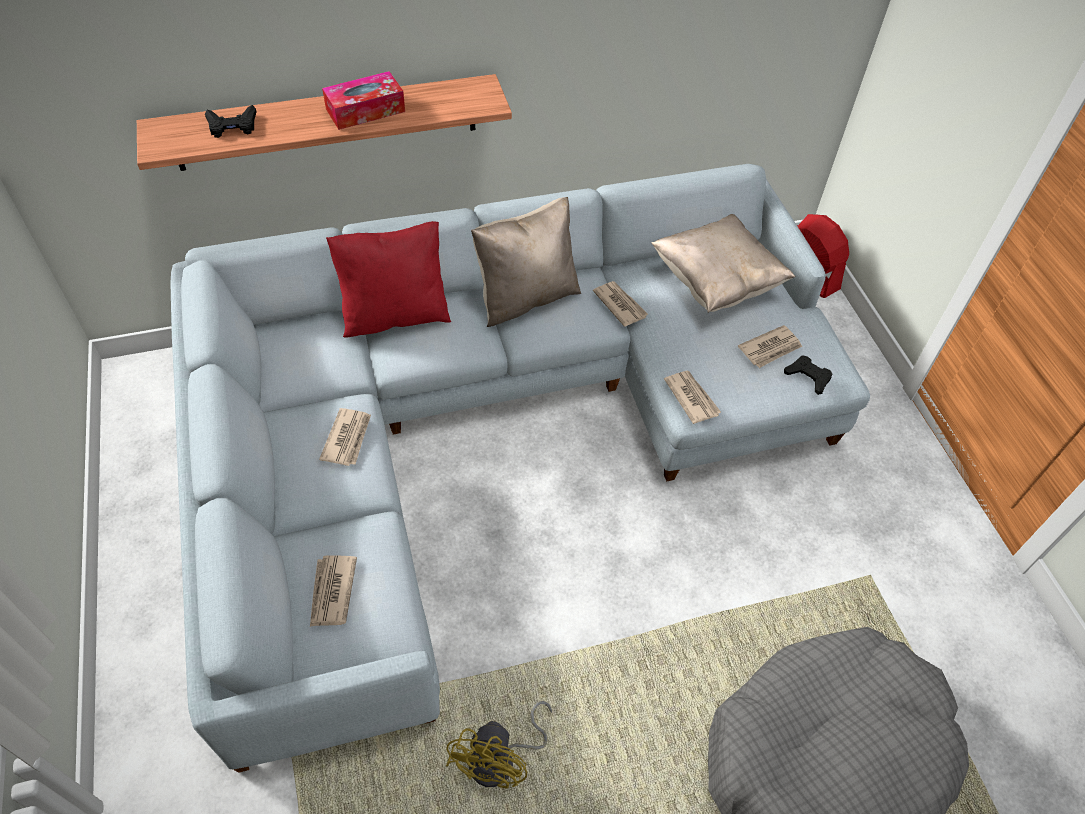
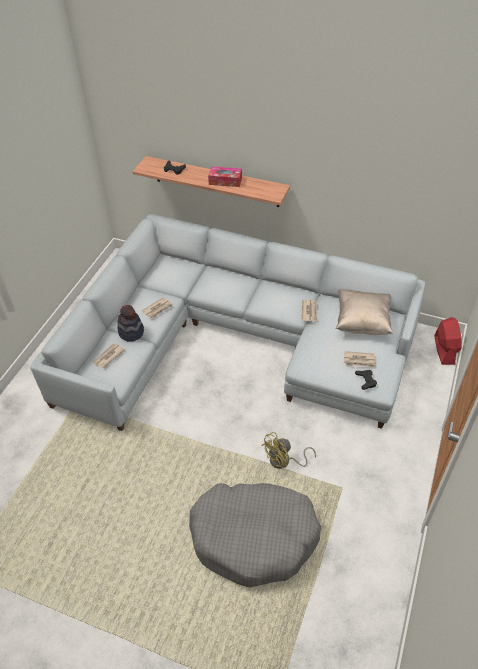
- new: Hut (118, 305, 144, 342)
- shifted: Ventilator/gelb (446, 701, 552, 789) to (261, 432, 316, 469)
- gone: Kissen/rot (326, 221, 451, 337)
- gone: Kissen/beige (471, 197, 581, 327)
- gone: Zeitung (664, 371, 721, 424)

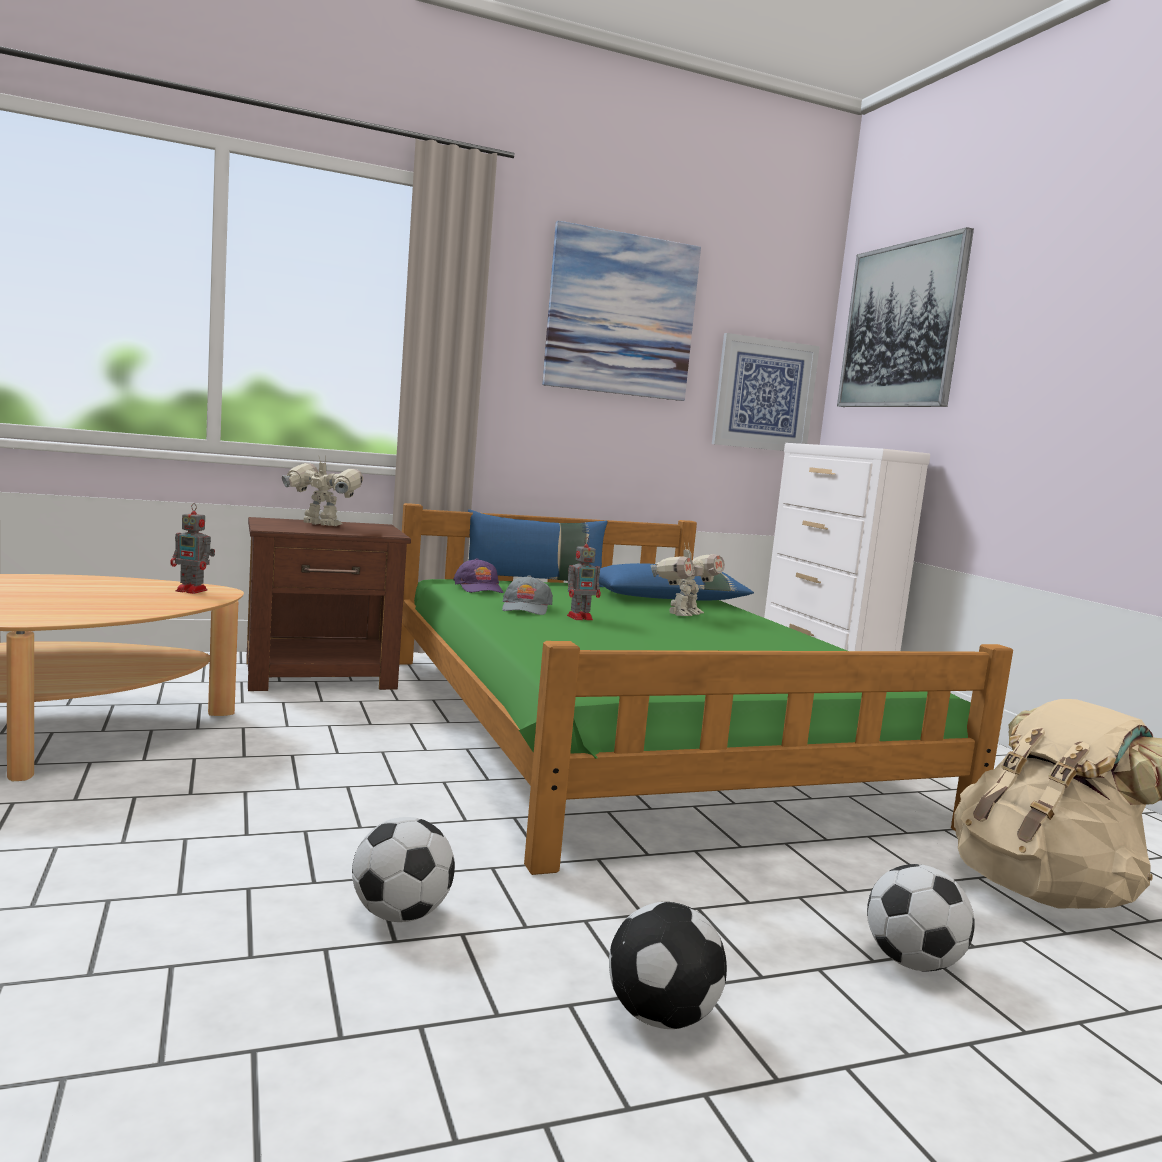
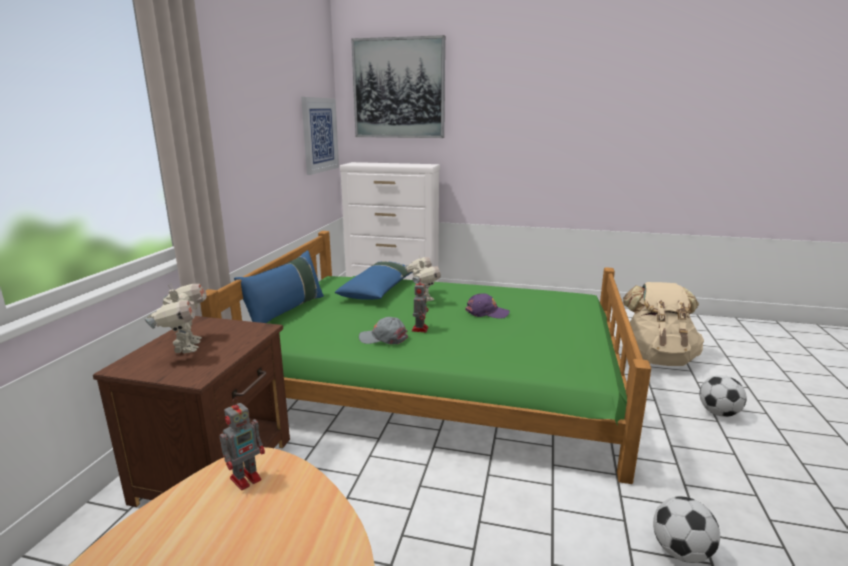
- rotated: Spielzeugroboter (282, 456, 363, 526) = (144, 283, 207, 354) 120 degrees clockwise
- rotated: Kappe/grau (502, 575, 553, 615) = (359, 317, 408, 344) 150 degrees clockwise
- shifted: Kappe/lila (454, 558, 503, 593) to (465, 294, 510, 319)
- gone: Bild (542, 221, 701, 401)
- gone: Fußball (609, 902, 727, 1029)

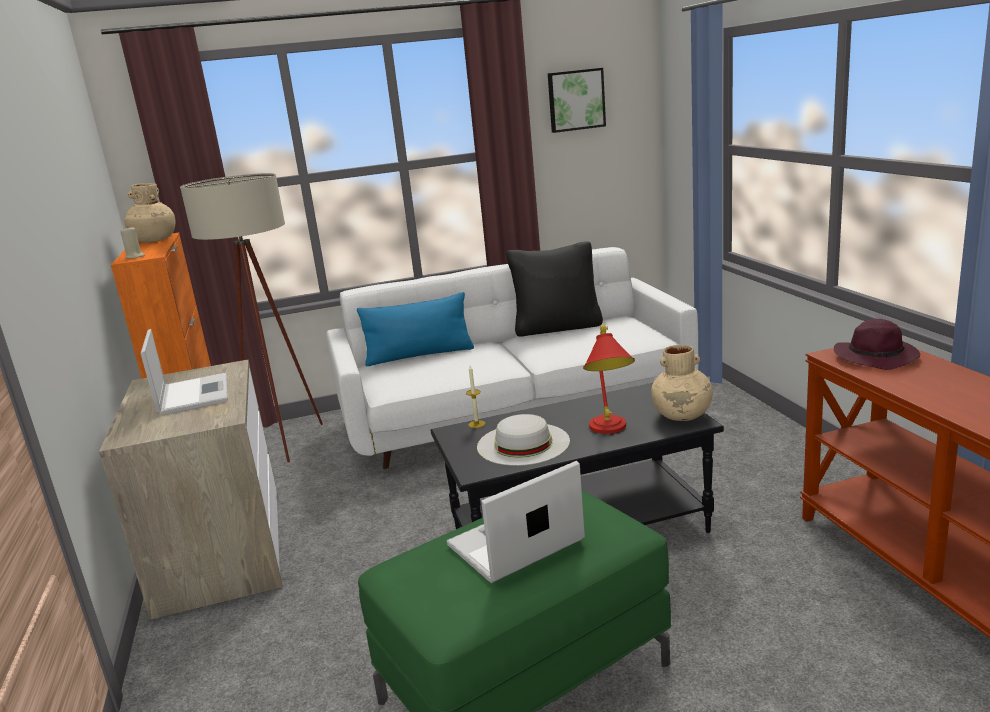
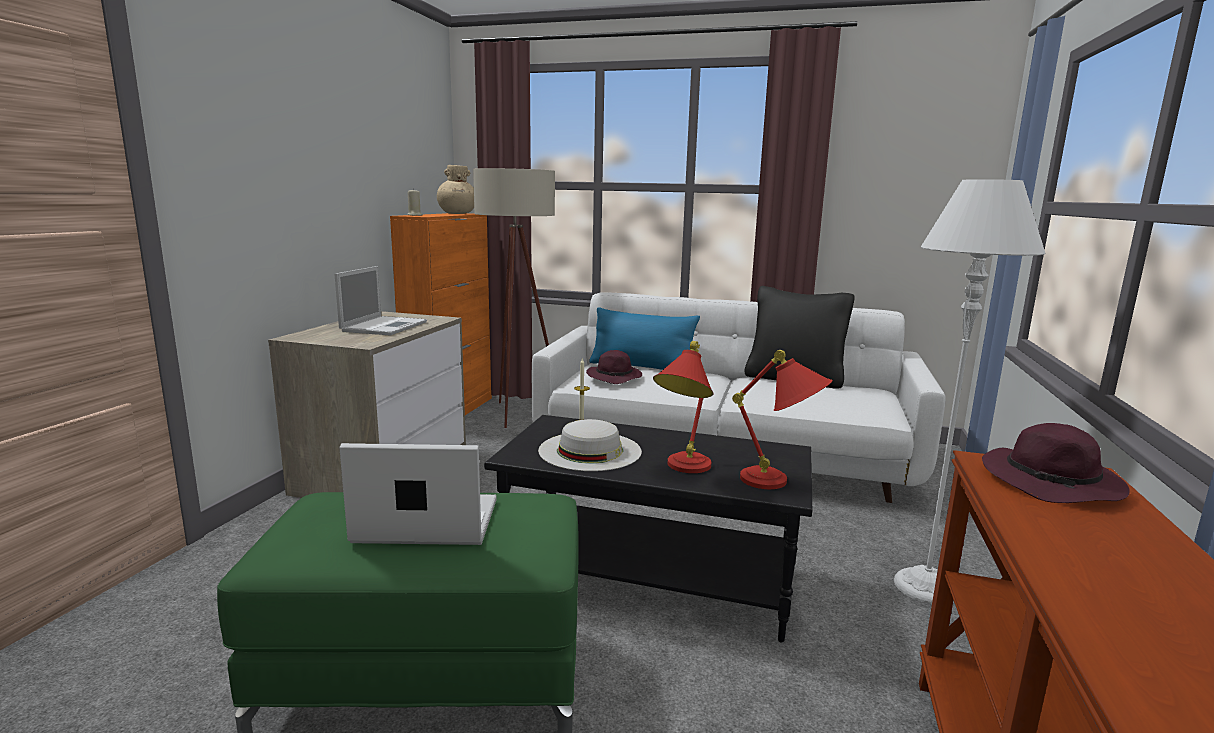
- new: Hut/lila (586, 350, 642, 384)
- swapped: Vase/beige (651, 345, 713, 421) to Tischlampe/rot (732, 350, 832, 489)
- new: Stehlampe/weiß (894, 179, 1045, 604)
- gone: Bild (548, 68, 606, 133)

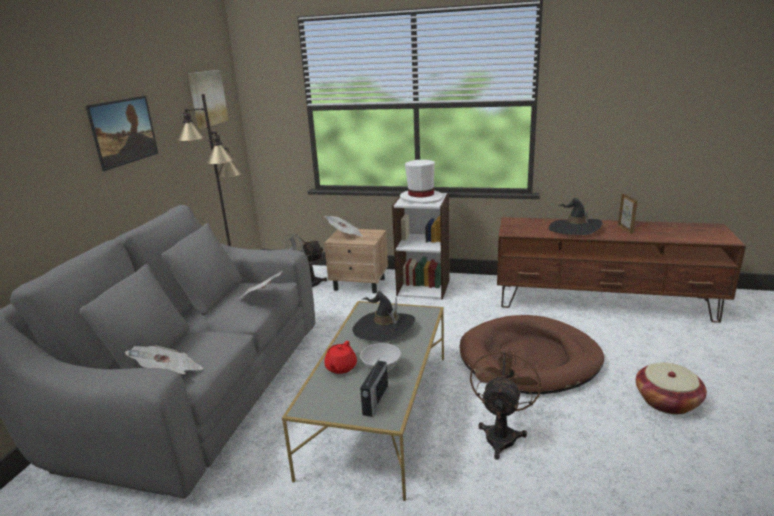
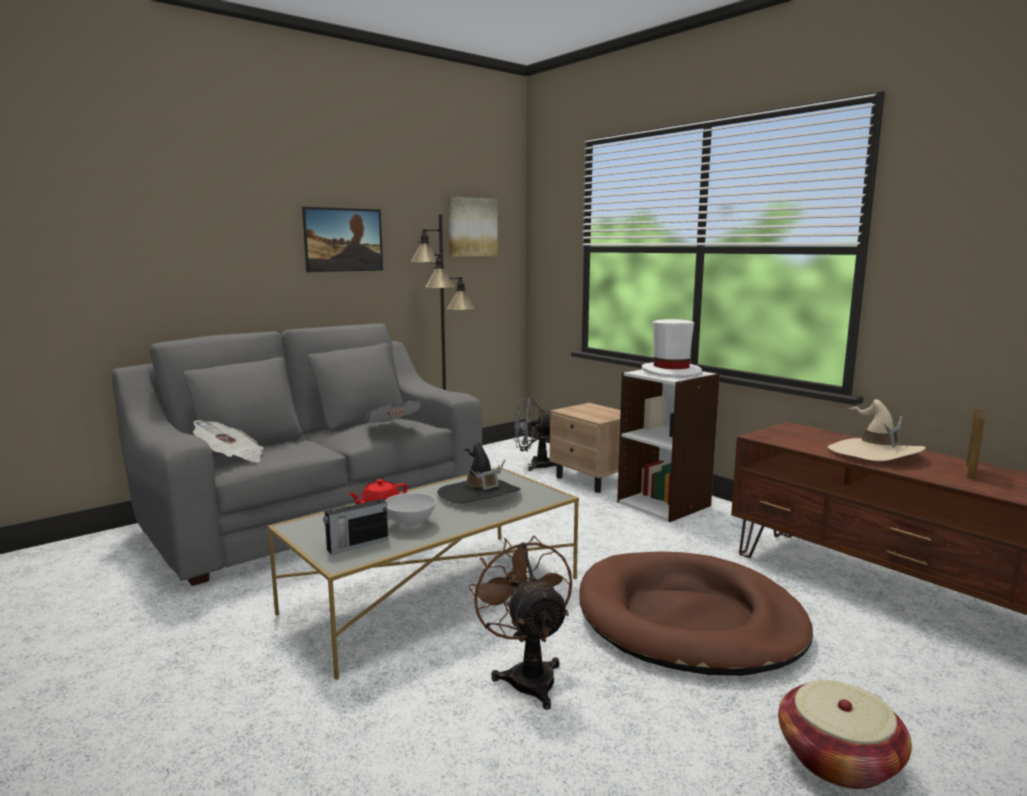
- rotated: Ventilator/braun (470, 344, 542, 460) = (469, 536, 572, 710) 75 degrees counterclockwise
- repainted: Hut/schwarz (549, 198, 603, 235) to Hut/beige (828, 399, 926, 461)
- gone: Zeitung (324, 216, 363, 236)

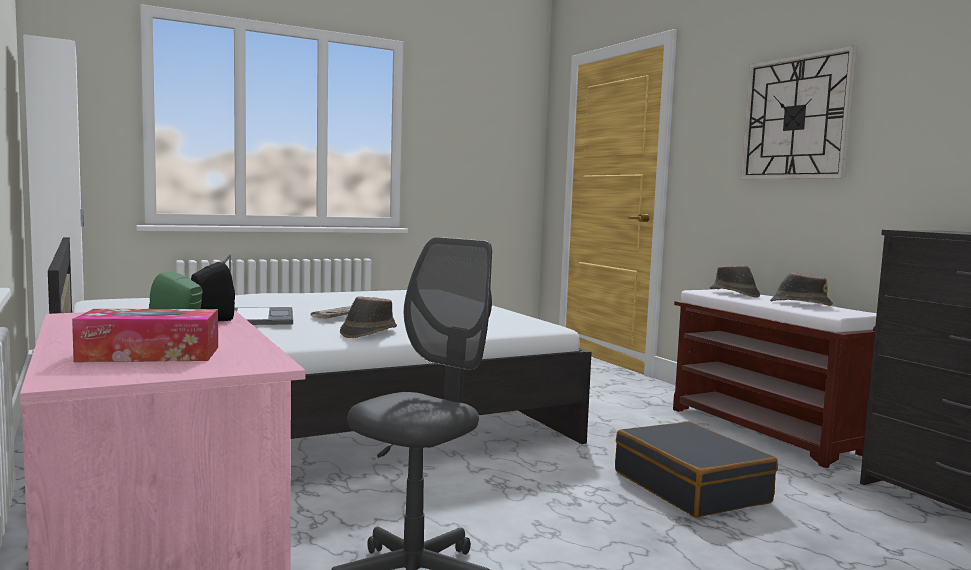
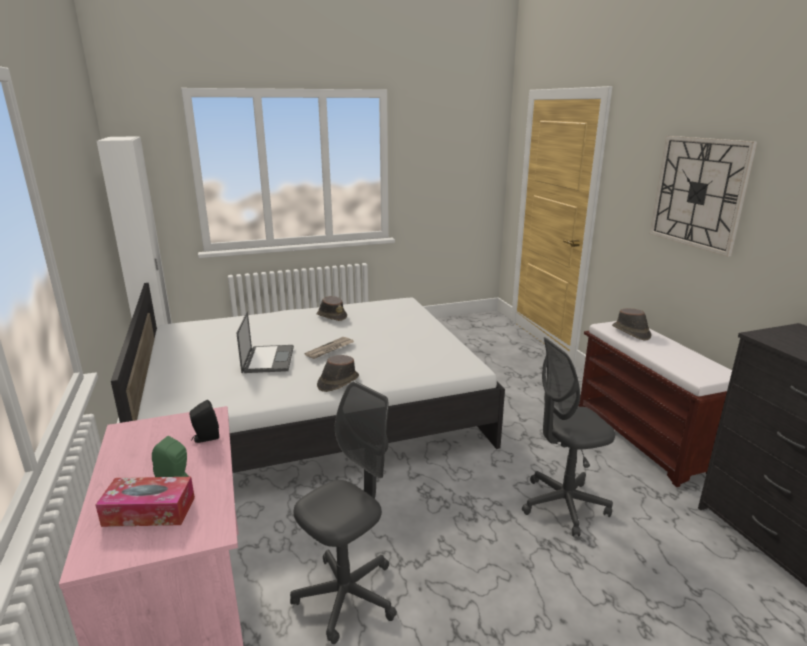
- shifted: Hut/braun (770, 271, 833, 306) to (316, 296, 347, 321)
- swapped: Koffer/schwarz (615, 421, 778, 517) to Bürostuhl/grau (522, 337, 615, 537)

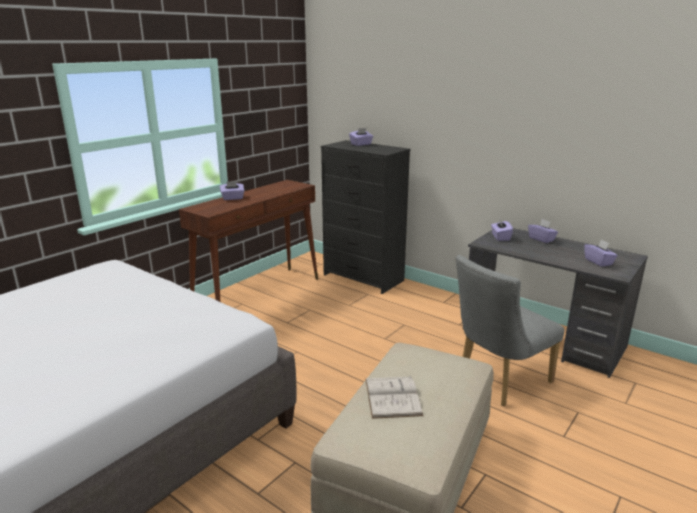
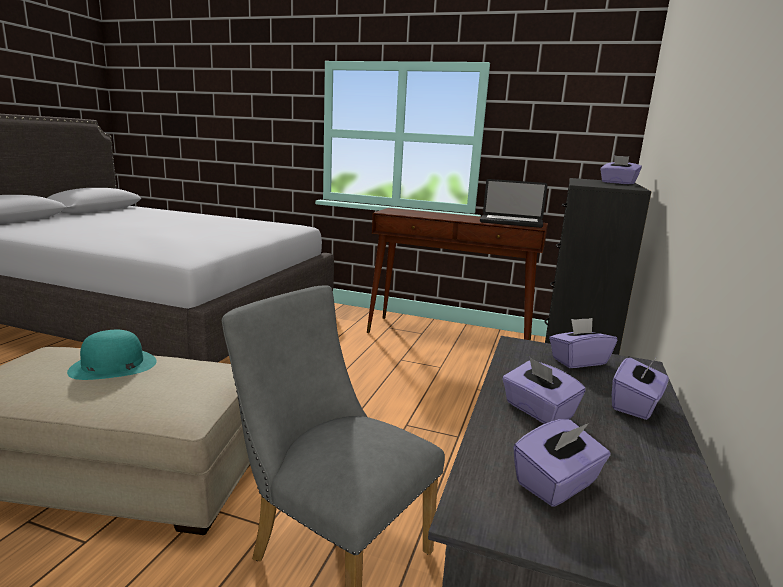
- swapped: Buch/weiß (365, 376, 424, 419) to Hut/türkis (67, 330, 157, 380)
- new: Laptop (480, 179, 547, 228)
- shifted: Taschentuchbox/lila (220, 181, 244, 200) to (502, 357, 586, 424)

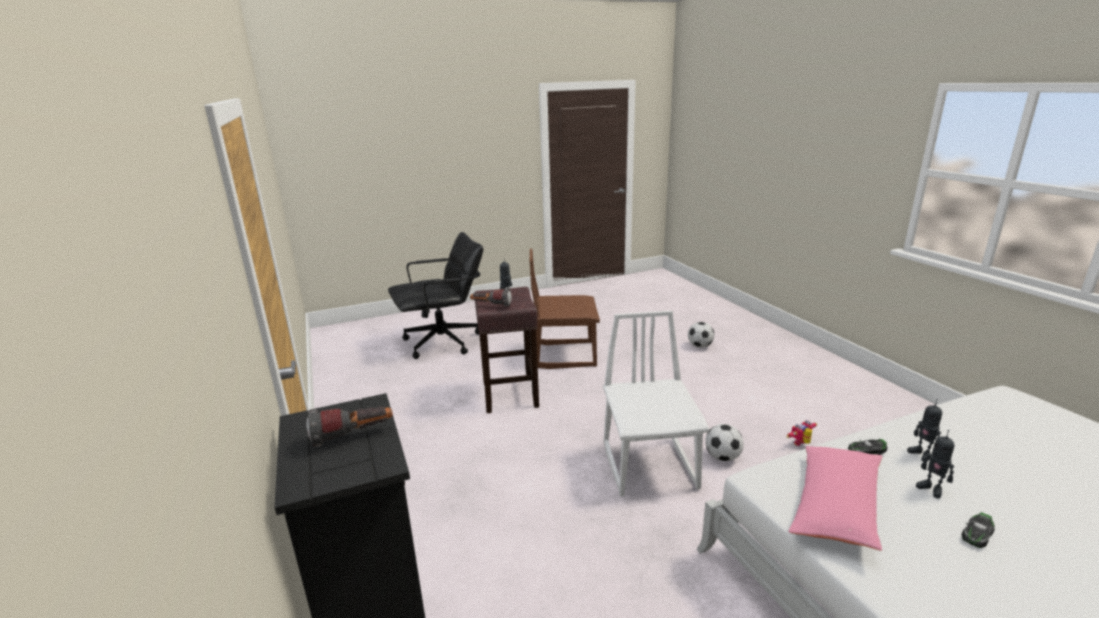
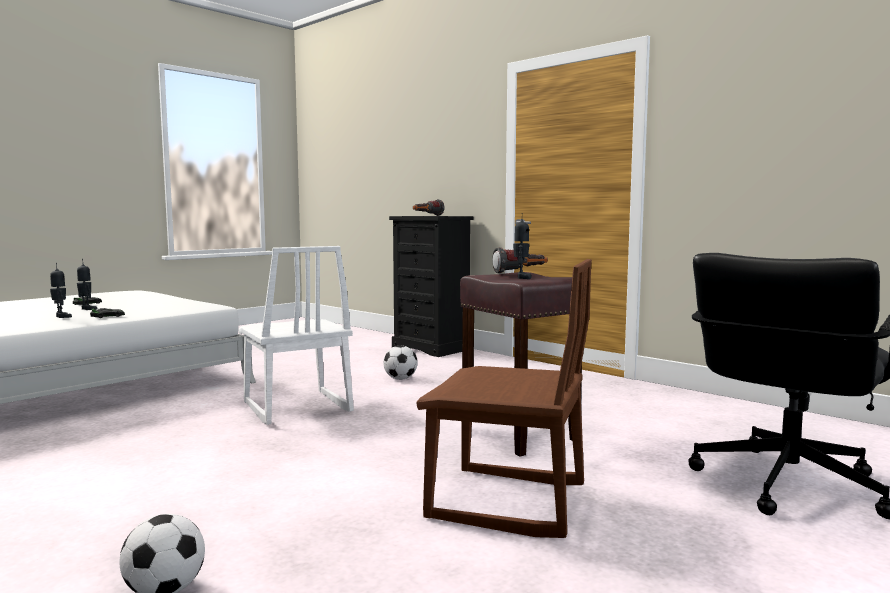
- shifted: Fußball (705, 424, 744, 461) to (383, 345, 418, 380)
- rotated: Stuhl/braun (530, 248, 600, 369) = (416, 259, 592, 538) 45 degrees clockwise
- gone: Spielzeugroboter (787, 420, 817, 446)
- gone: Kissen/rosa (789, 446, 882, 551)

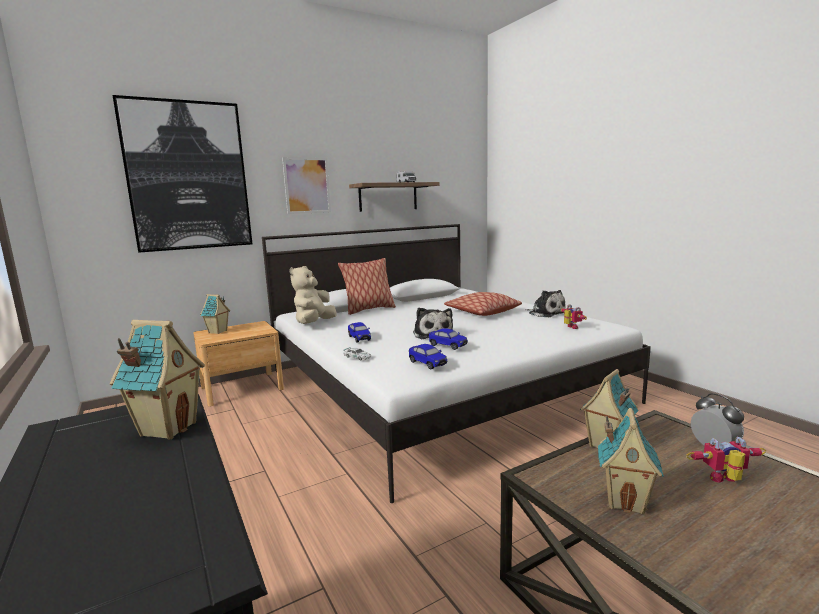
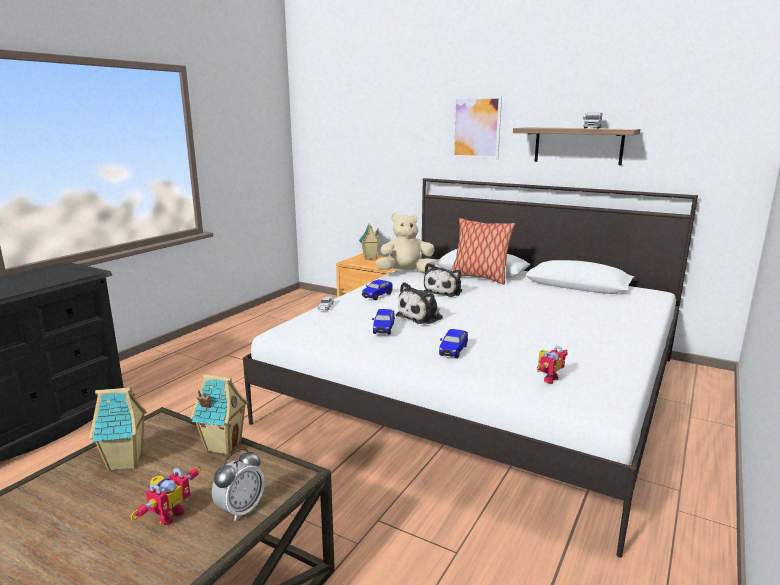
- rotated: Spielzeugroboter (686, 437, 766, 483) = (131, 466, 201, 525) 60 degrees clockwise
- shifted: Plüschtier (526, 290, 565, 317) to (423, 263, 462, 297)
- shifted: Spielzeugauto (409, 344, 447, 370) to (439, 329, 468, 358)
- gone: Spielzeughaus (110, 320, 205, 440)
- gone: Bild (112, 95, 252, 253)
- gone: Kissen (444, 292, 522, 316)

